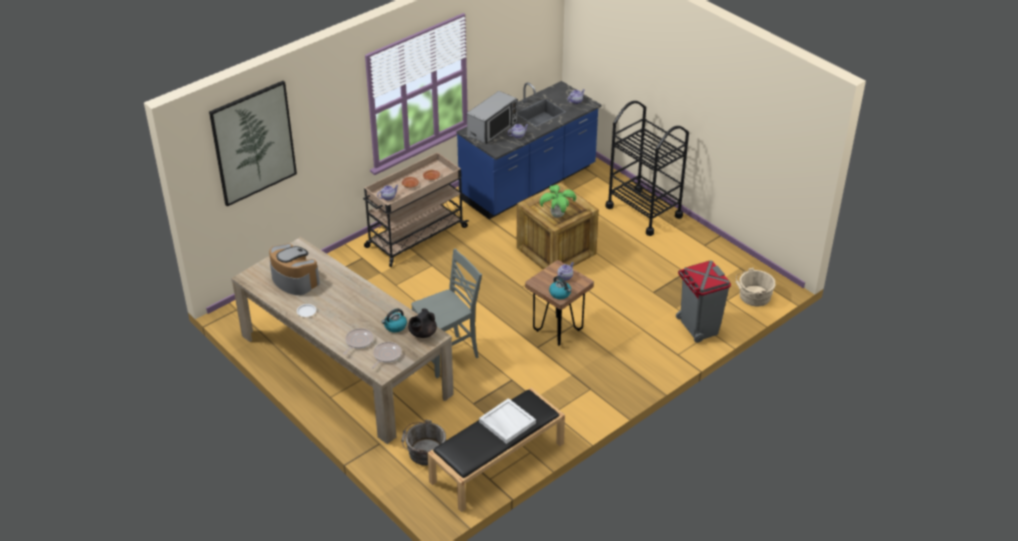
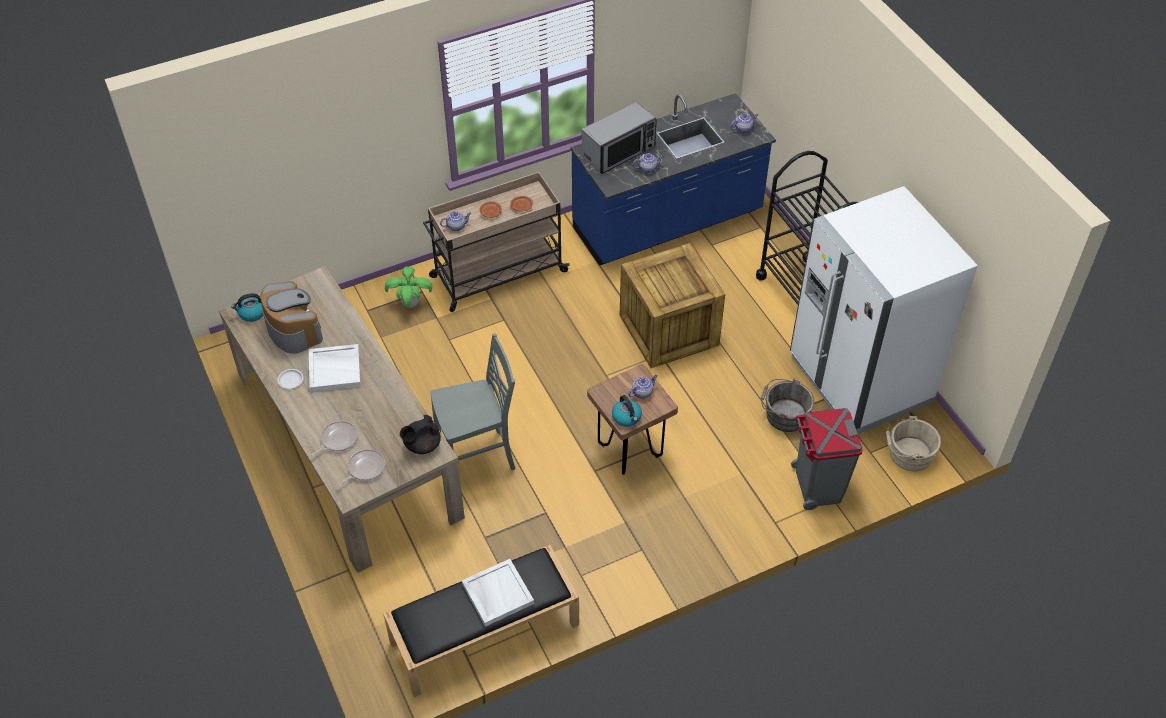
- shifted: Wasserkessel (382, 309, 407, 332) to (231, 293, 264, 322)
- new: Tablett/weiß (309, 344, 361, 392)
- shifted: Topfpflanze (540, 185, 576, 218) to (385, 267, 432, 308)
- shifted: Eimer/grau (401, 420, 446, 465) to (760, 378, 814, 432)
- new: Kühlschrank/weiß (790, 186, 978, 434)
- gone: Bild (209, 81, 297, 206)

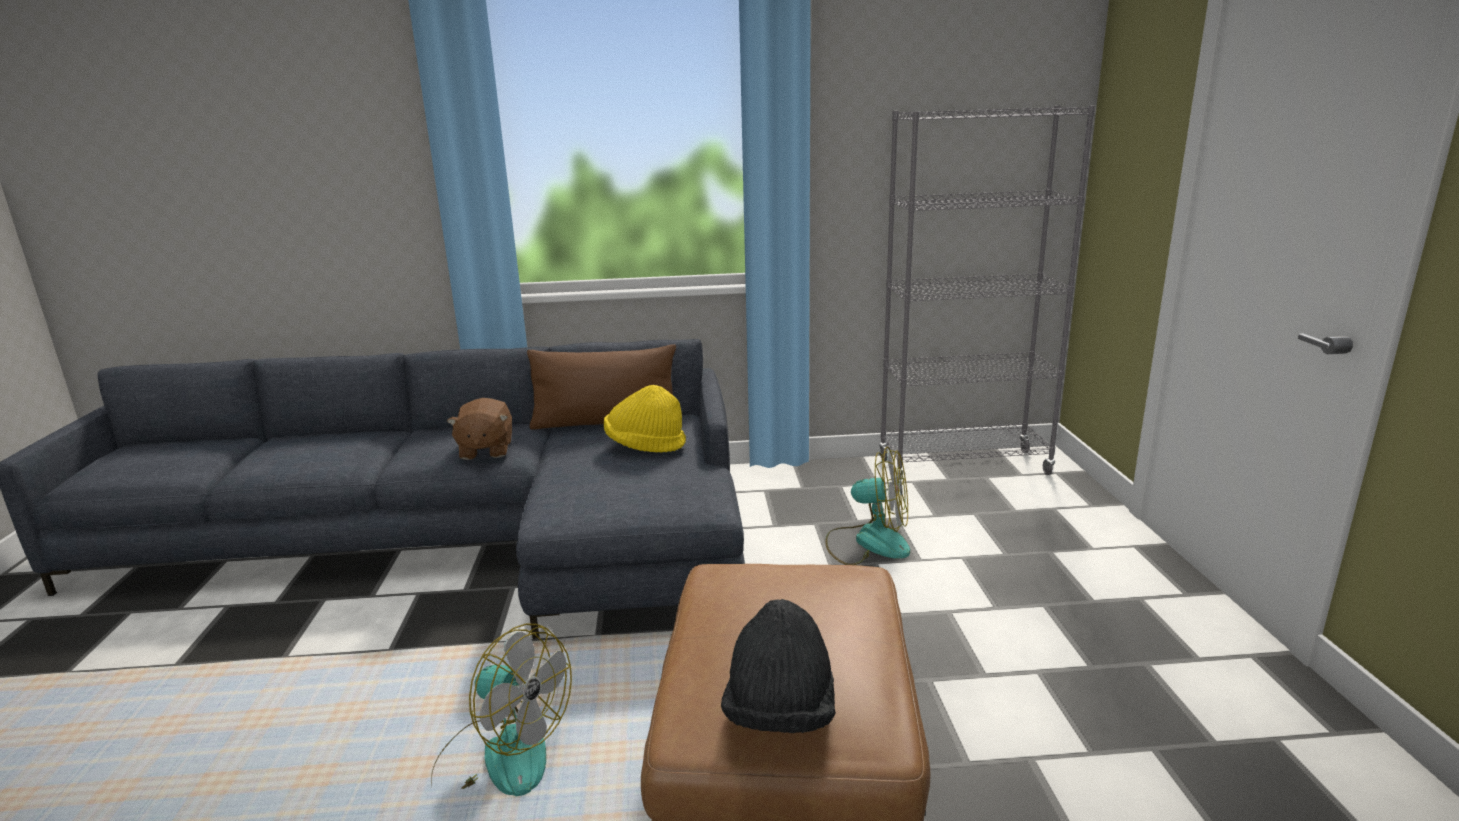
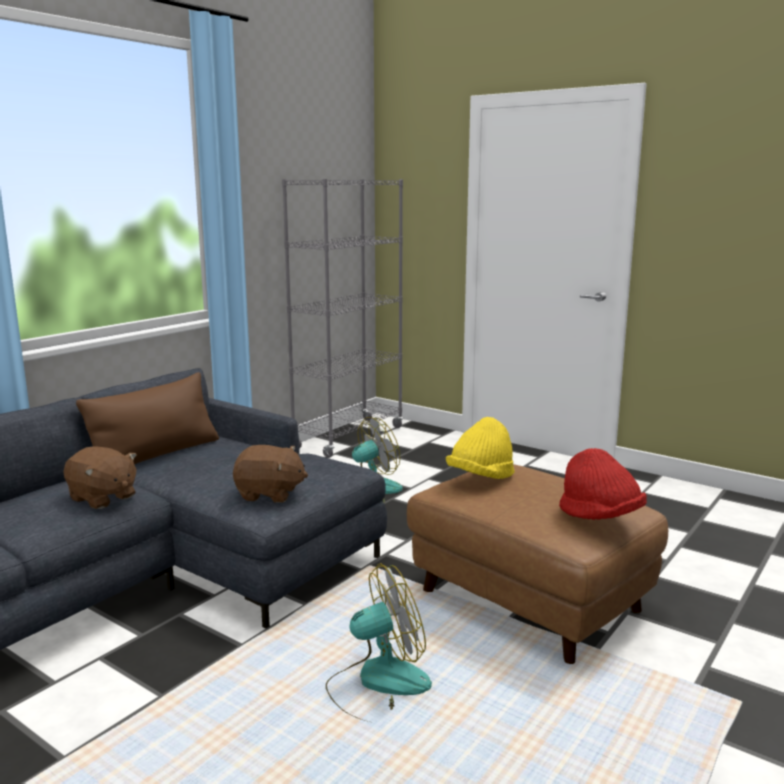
- new: Plüschtier/braun (233, 445, 308, 503)
- shifted: Hut/gelb (604, 385, 686, 453) to (446, 417, 514, 479)
- repainted: Hut/schwarz (721, 599, 836, 733) to Hut/rot (559, 448, 647, 520)

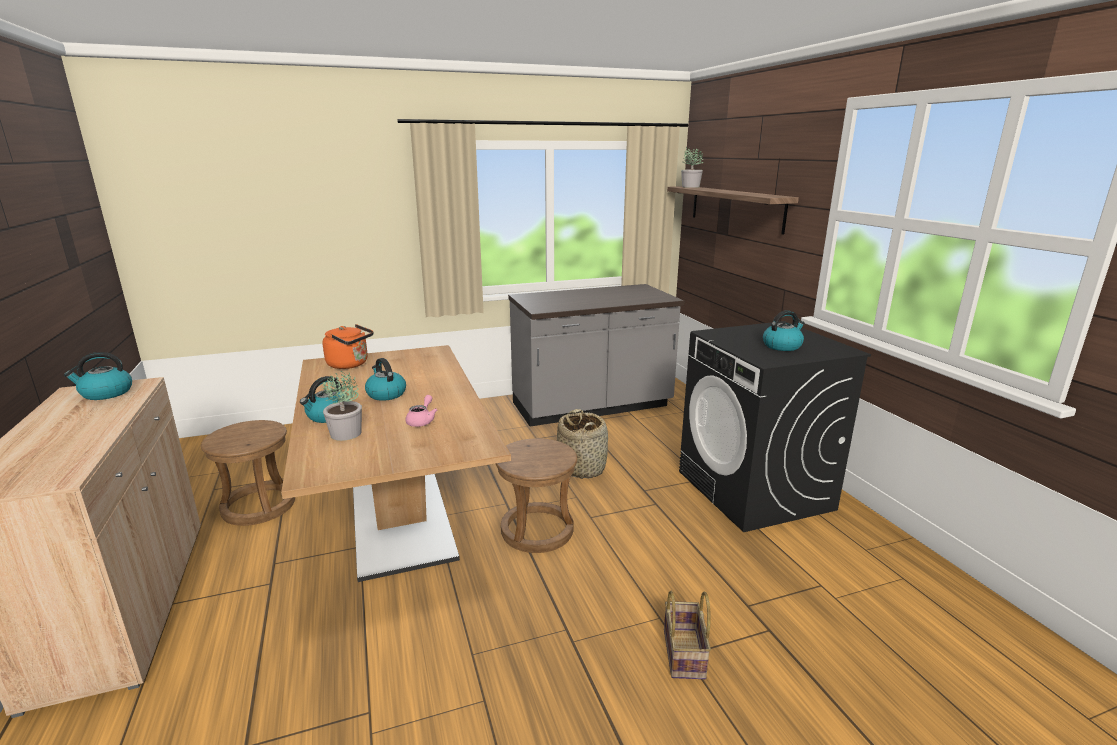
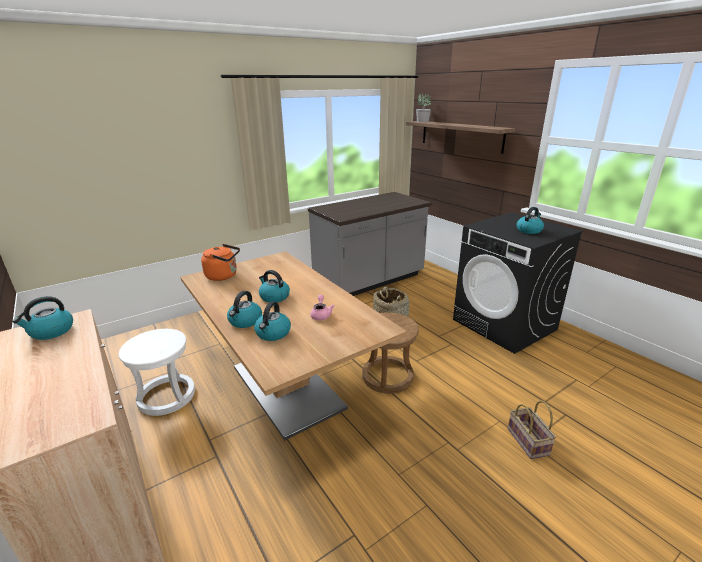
- repainted: Hocker/braun (201, 420, 295, 526) to Hocker/weiß (118, 329, 195, 416)
- swapped: Topfpflanze (322, 371, 362, 441) to Wasserkessel (254, 301, 291, 341)

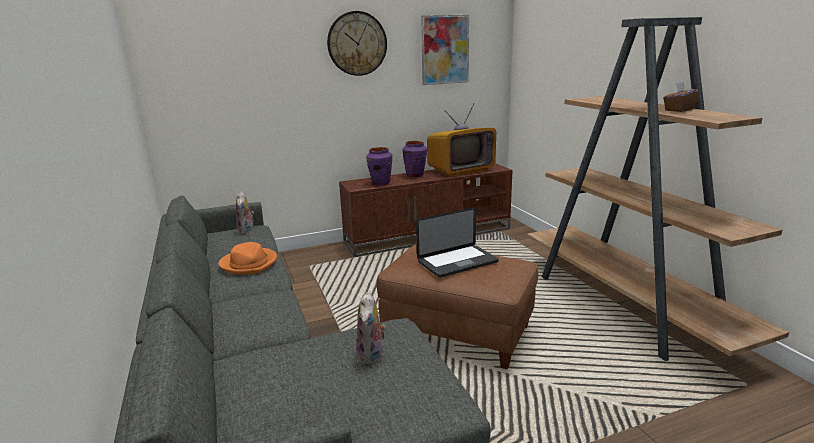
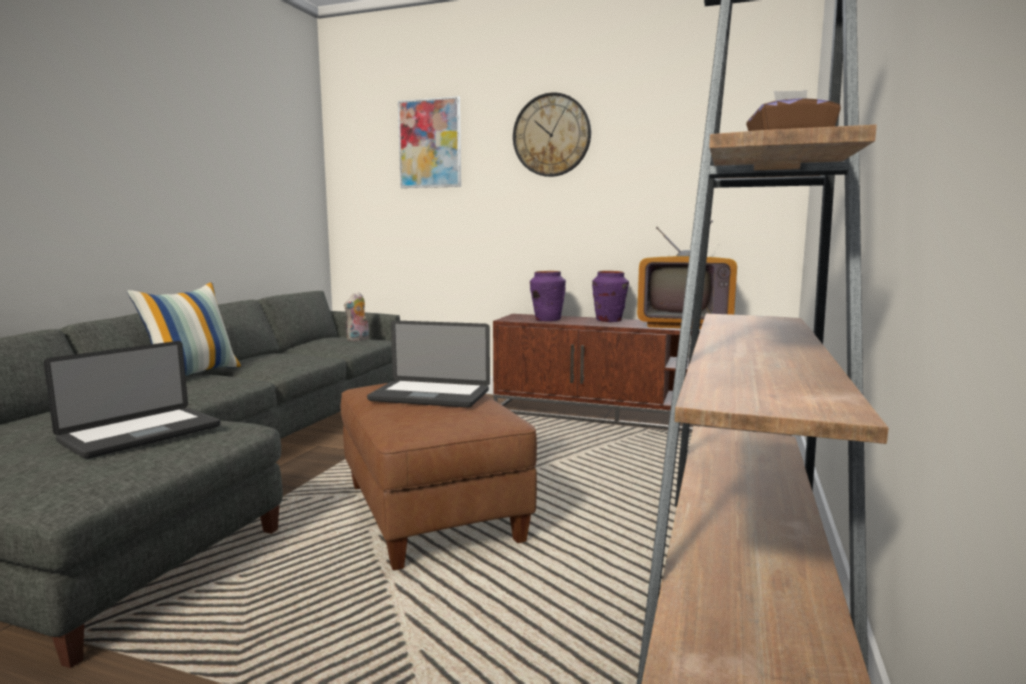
- swapped: Plüschtier (356, 292, 386, 366) to Laptop (44, 341, 220, 459)
- new: Kissen (127, 282, 241, 376)
- shifted: Bild (421, 15, 469, 85) to (398, 96, 461, 188)
- gone: Hut/orange (219, 242, 277, 275)

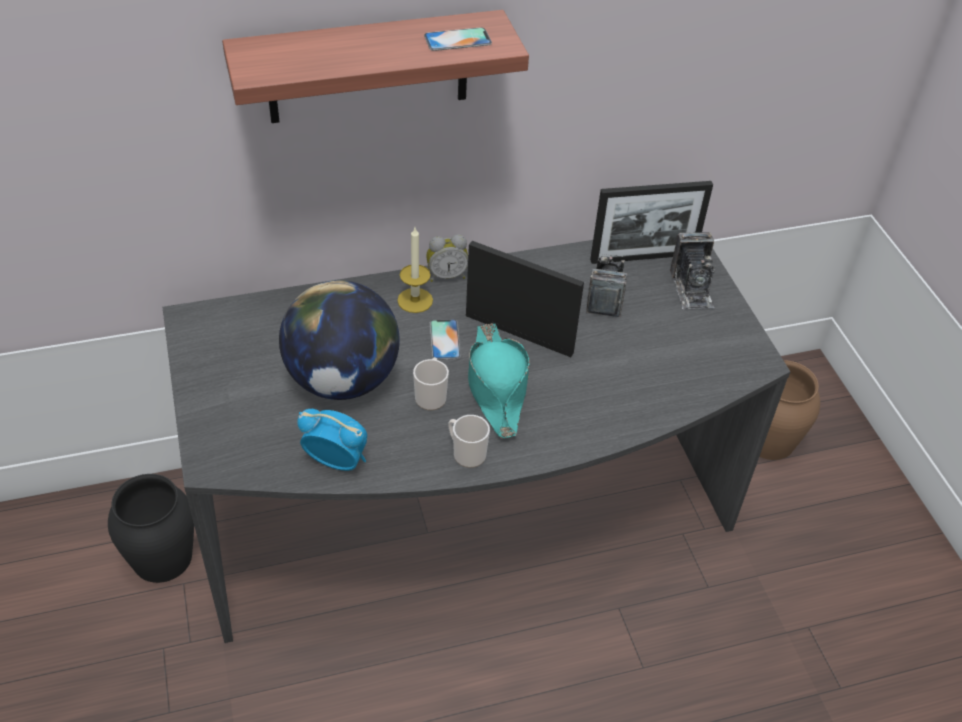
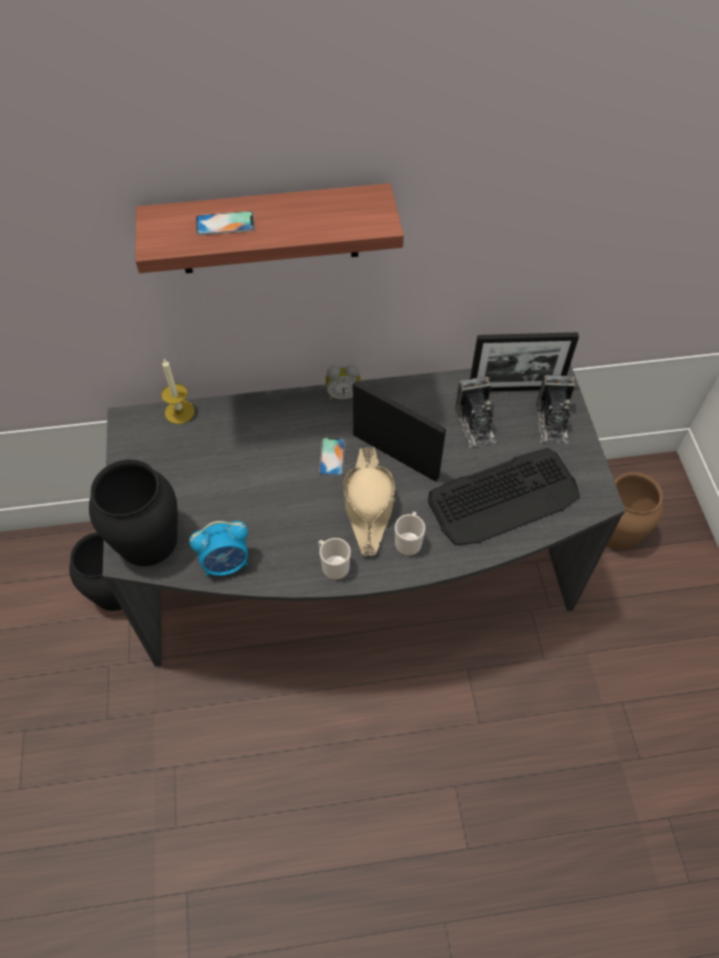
- new: Vase/schwarz (89, 459, 178, 566)
- shifted: Kerze (397, 228, 433, 313) to (161, 359, 195, 424)
- rotated: Wecker (297, 409, 367, 471) = (190, 521, 248, 577) 135 degrees clockwise
- shifted: Handy (424, 27, 492, 51) to (196, 211, 255, 235)
- repainted: Hut/türkis (468, 323, 530, 439) to Hut/beige (343, 447, 395, 556)
- shifted: Henkelbecher (413, 357, 449, 411) to (395, 512, 425, 556)
- new: Tastatur (428, 448, 580, 545)
- rotated: Kamera (586, 254, 627, 317) = (455, 376, 497, 448) 150 degrees clockwise
- gone: Globus (279, 280, 400, 400)

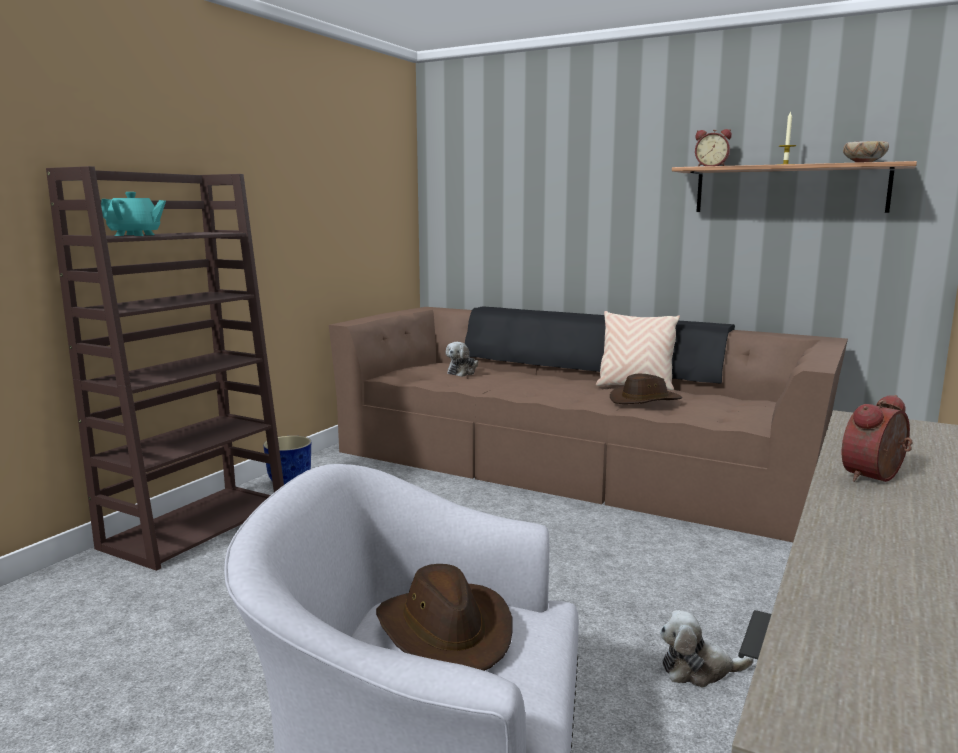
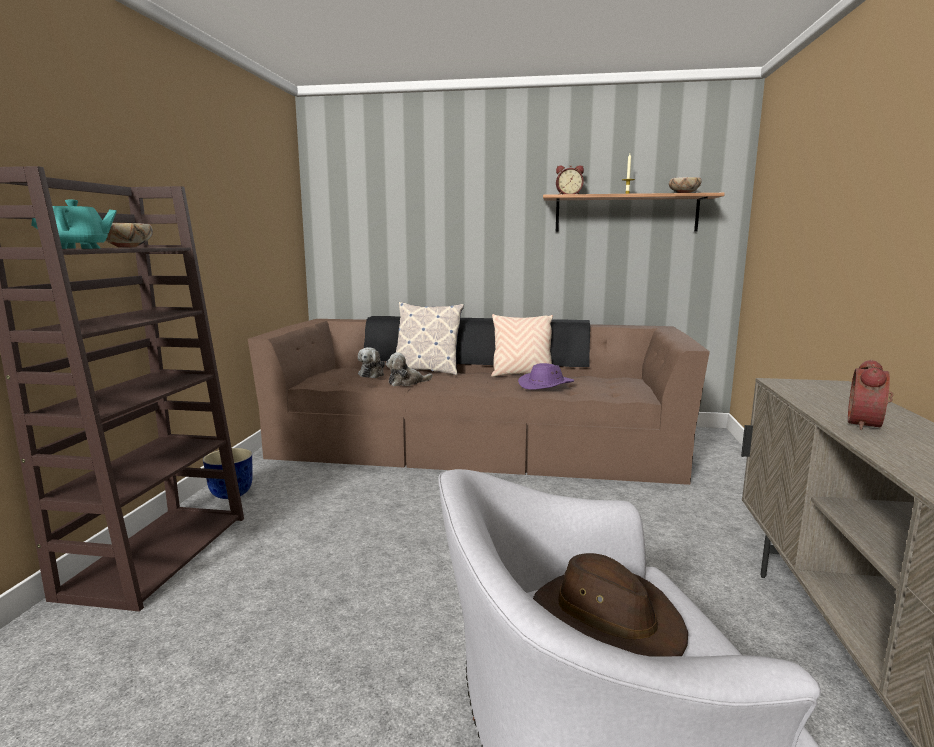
- new: Schüssel (105, 223, 153, 248)
- shifted: Plüschtier (660, 610, 754, 687) to (386, 353, 432, 386)
- new: Kissen (390, 302, 464, 375)
- repainted: Hut/braun (610, 374, 682, 404) to Hut/lila (518, 363, 574, 390)

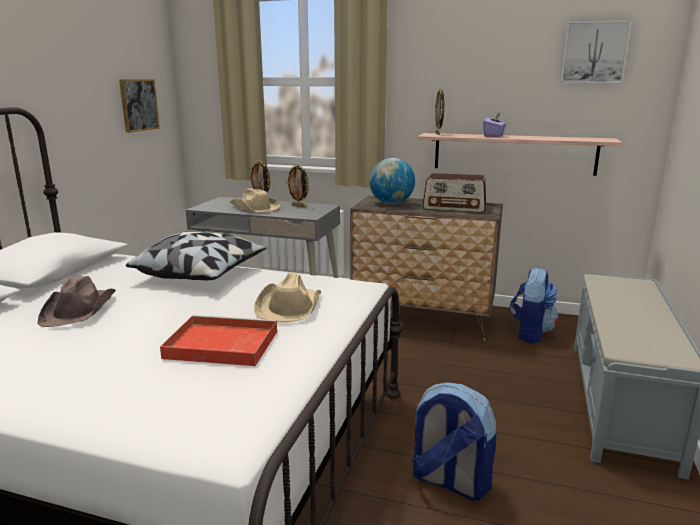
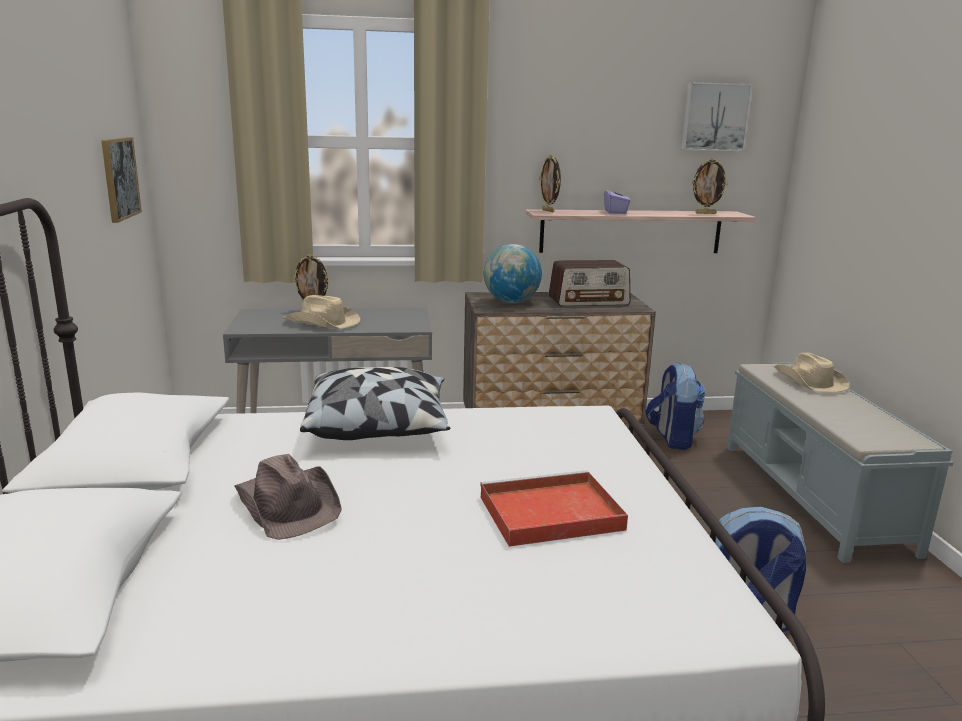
- shifted: Bilderrahmen (286, 164, 309, 207) to (691, 158, 728, 214)
- shifted: Hut/beige (254, 272, 321, 322) to (774, 352, 850, 393)

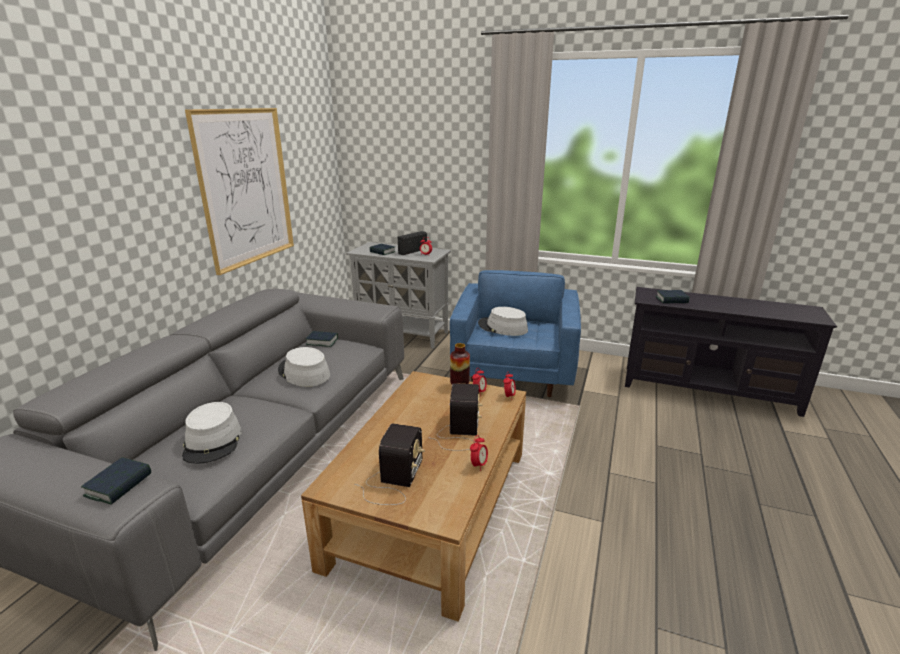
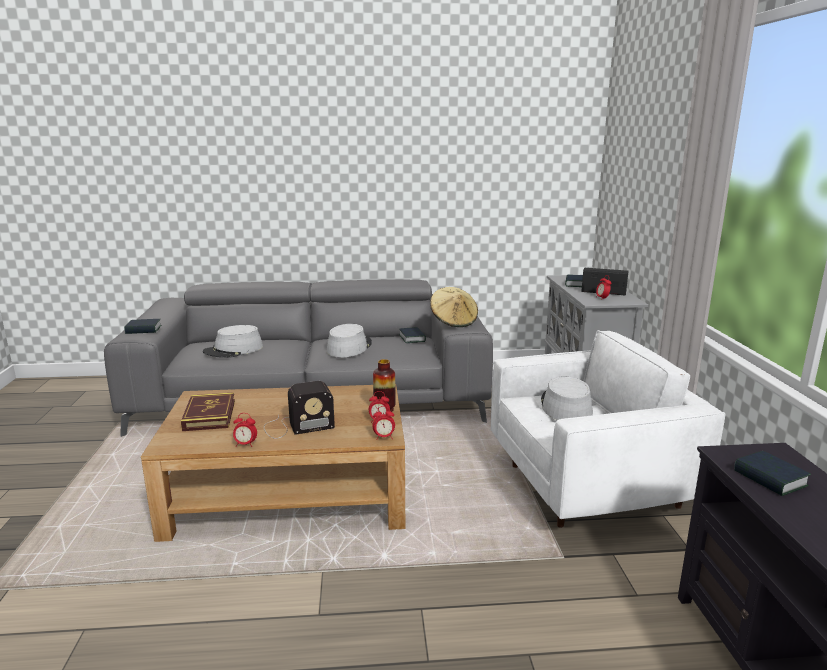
- swapped: Radio (355, 423, 425, 505) to Buch (181, 392, 235, 431)
- new: Hut/beige (430, 287, 478, 327)
- repainted: Sessel/blau (450, 270, 581, 397) to Sessel/weiß (491, 330, 725, 528)
- gone: Bild (185, 108, 294, 275)

